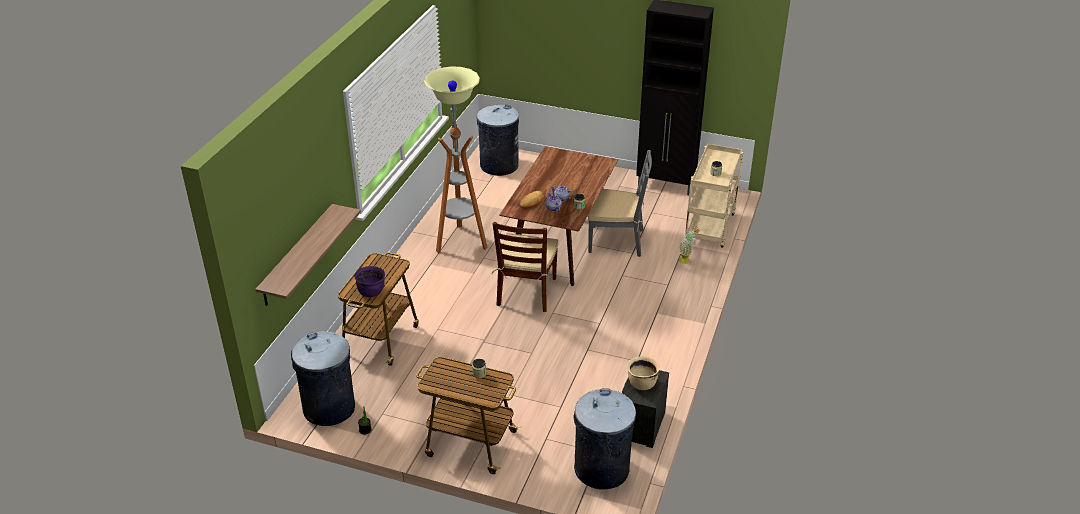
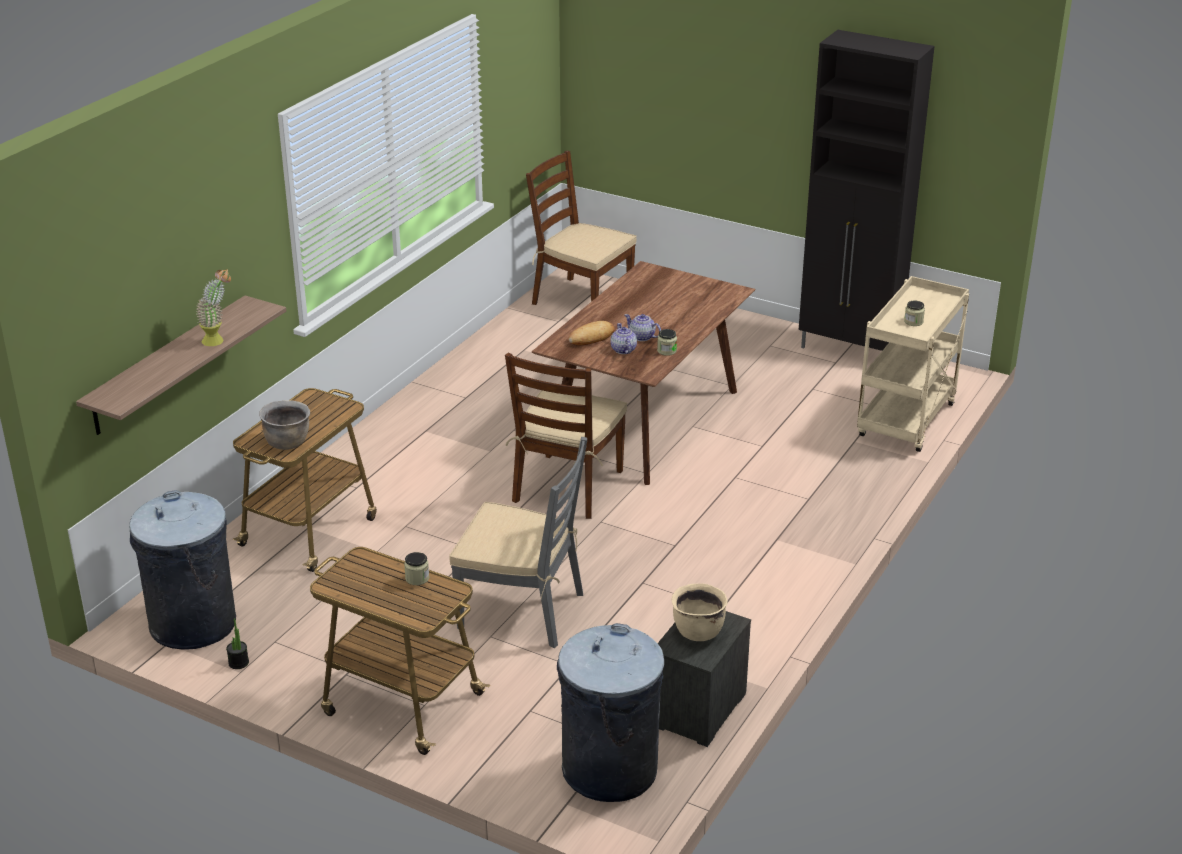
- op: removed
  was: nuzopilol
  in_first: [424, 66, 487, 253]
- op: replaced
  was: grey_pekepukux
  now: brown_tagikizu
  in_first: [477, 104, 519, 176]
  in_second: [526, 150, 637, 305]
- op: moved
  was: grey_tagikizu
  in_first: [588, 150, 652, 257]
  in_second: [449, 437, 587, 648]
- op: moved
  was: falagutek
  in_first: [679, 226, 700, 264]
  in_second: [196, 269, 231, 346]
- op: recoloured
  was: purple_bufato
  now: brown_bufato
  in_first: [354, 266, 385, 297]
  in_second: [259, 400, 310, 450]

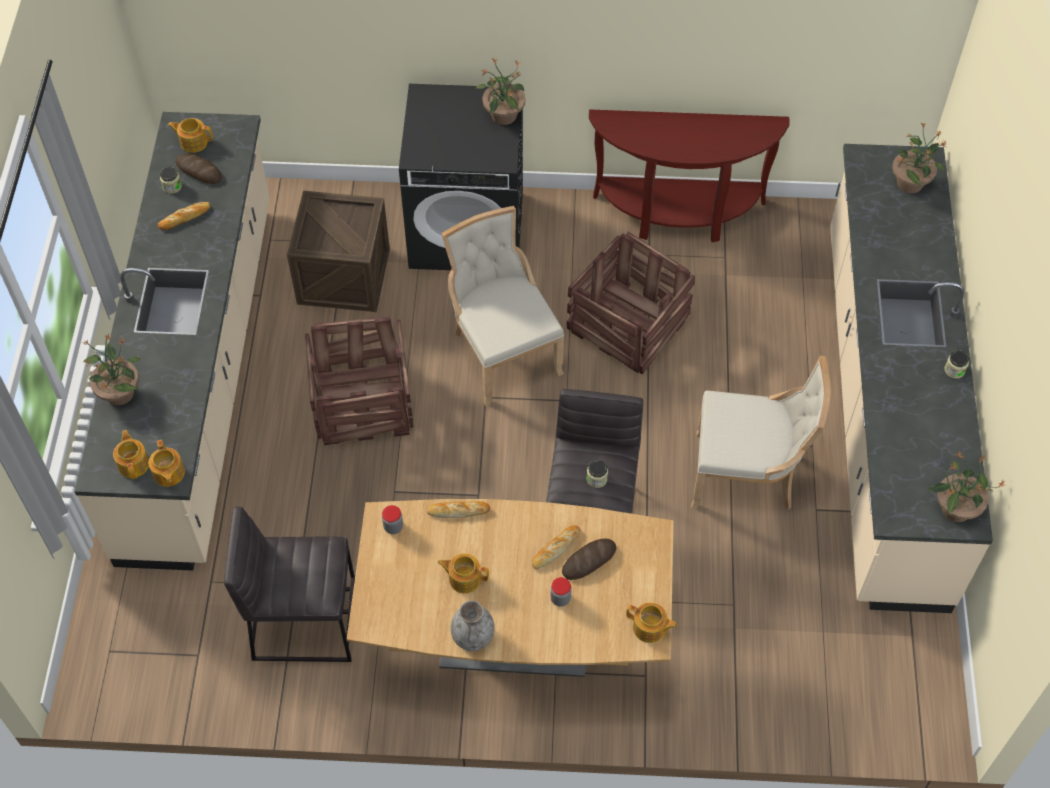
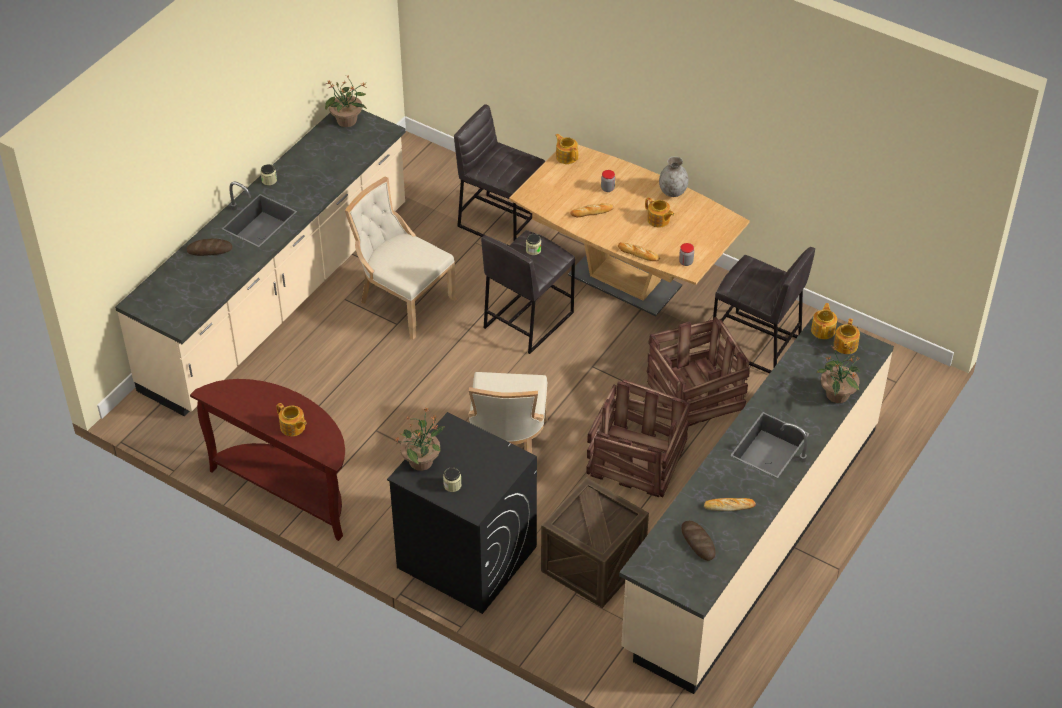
- op: moved
  was: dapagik
  in_first: [168, 118, 213, 153]
  in_second: [277, 403, 307, 436]
- op: removed
  was: falagutek
  in_first: [892, 122, 947, 193]
- op: moved
  was: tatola
  in_first: [160, 167, 182, 194]
  in_second: [443, 467, 462, 492]
- op: moved
  was: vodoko
  in_first: [567, 232, 695, 374]
  in_second: [646, 317, 750, 427]
- op: moved
  was: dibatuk
  in_first: [562, 539, 616, 580]
  in_second: [187, 239, 232, 256]
- op: added
  now: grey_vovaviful
  in_second: [454, 104, 545, 246]

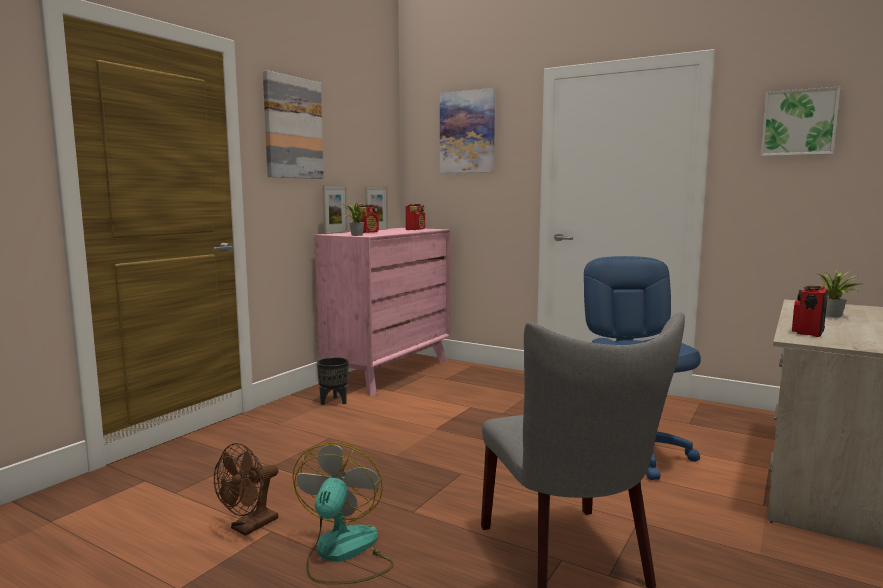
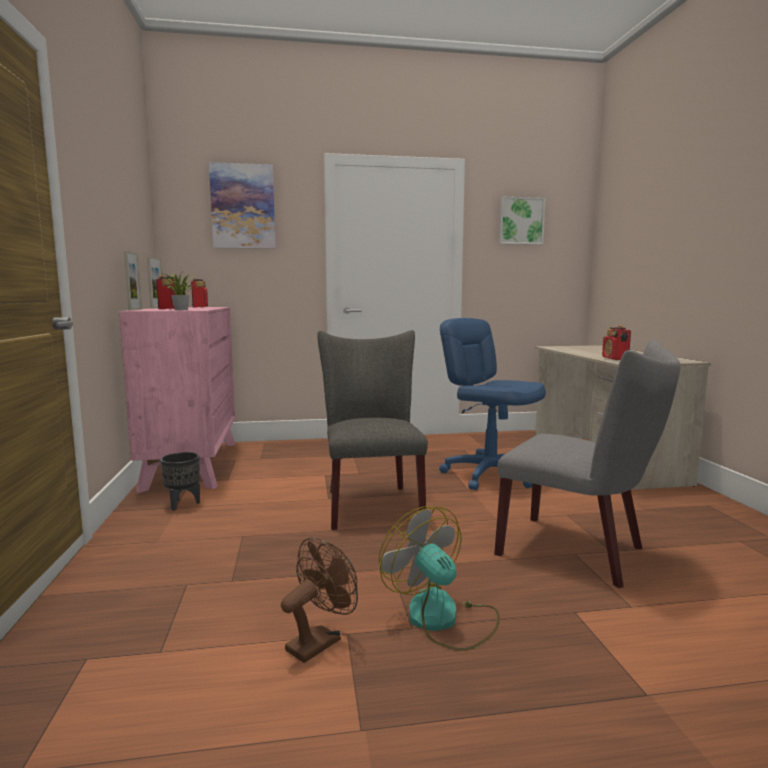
- op: removed
  was: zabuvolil
  in_first: [263, 70, 324, 179]
- op: removed
  was: falagutek
  in_first: [818, 269, 862, 317]
- op: turned
  was: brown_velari
  in_first: [214, 443, 278, 536]
  in_second: [281, 538, 358, 663]
  clockwise: -135
- op: added
  now: grey_tagikizu
  in_second: [317, 330, 428, 530]

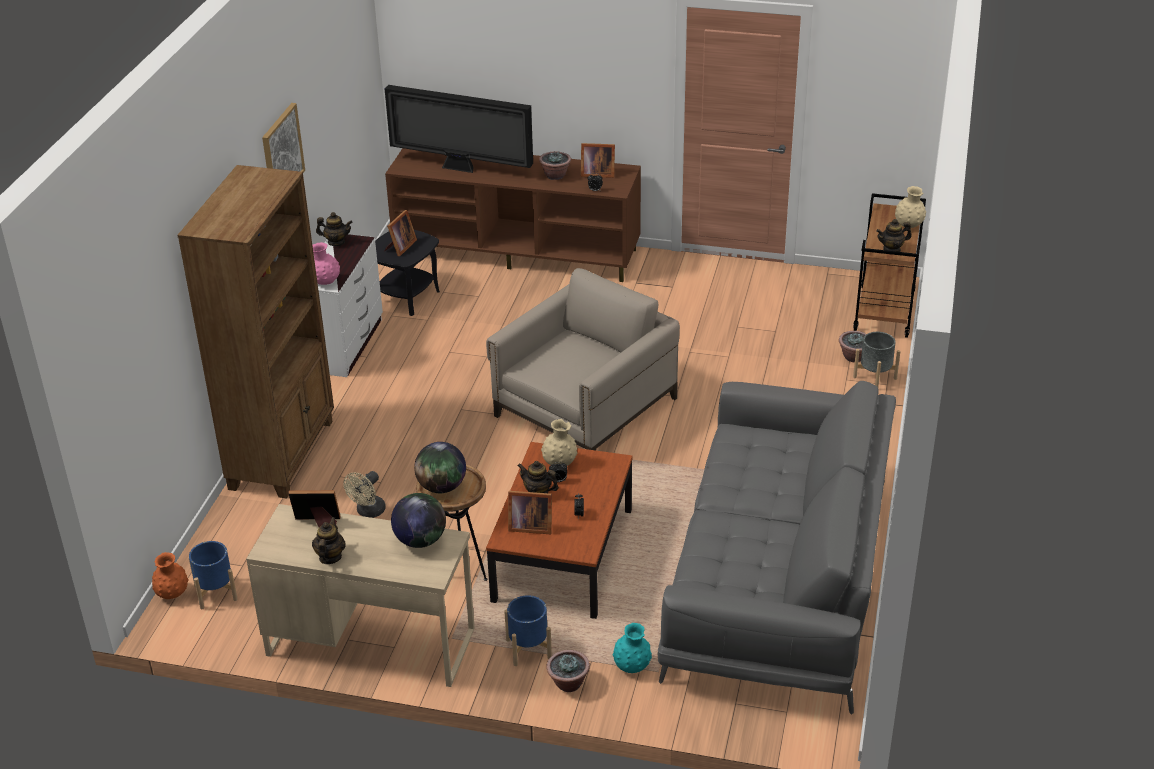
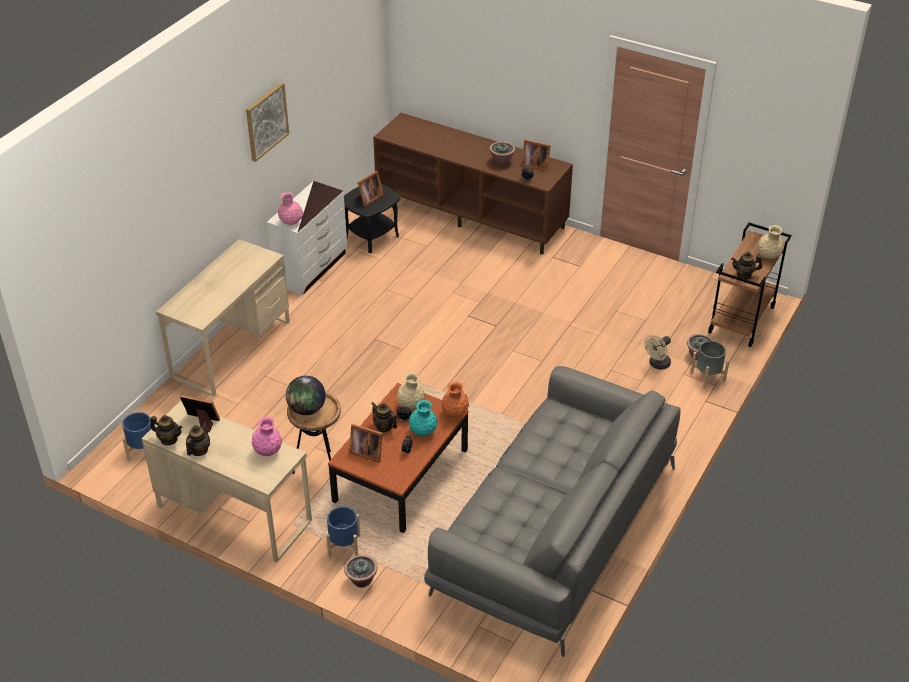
- op: removed
  was: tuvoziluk
  in_first: [385, 85, 533, 173]
- op: replaced
  was: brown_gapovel
  now: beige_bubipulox
  in_first: [177, 165, 334, 499]
  in_second: [156, 239, 290, 397]
- op: moved
  was: dapagik
  in_first: [316, 212, 353, 246]
  in_second: [150, 415, 182, 445]
- op: removed
  was: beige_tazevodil
  in_first: [486, 268, 680, 451]
- op: moved
  was: beige_velari
  in_first: [343, 471, 386, 518]
  in_second: [644, 335, 671, 370]
- op: replaced
  was: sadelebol
  now: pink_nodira
  in_first: [391, 493, 446, 548]
  in_second: [251, 417, 282, 456]
- op: moved
  was: orange_nodira
  in_first: [152, 552, 189, 599]
  in_second: [442, 382, 469, 417]
- op: moved
  was: turquoise_nodira
  in_first: [613, 623, 652, 673]
  in_second: [409, 400, 437, 437]

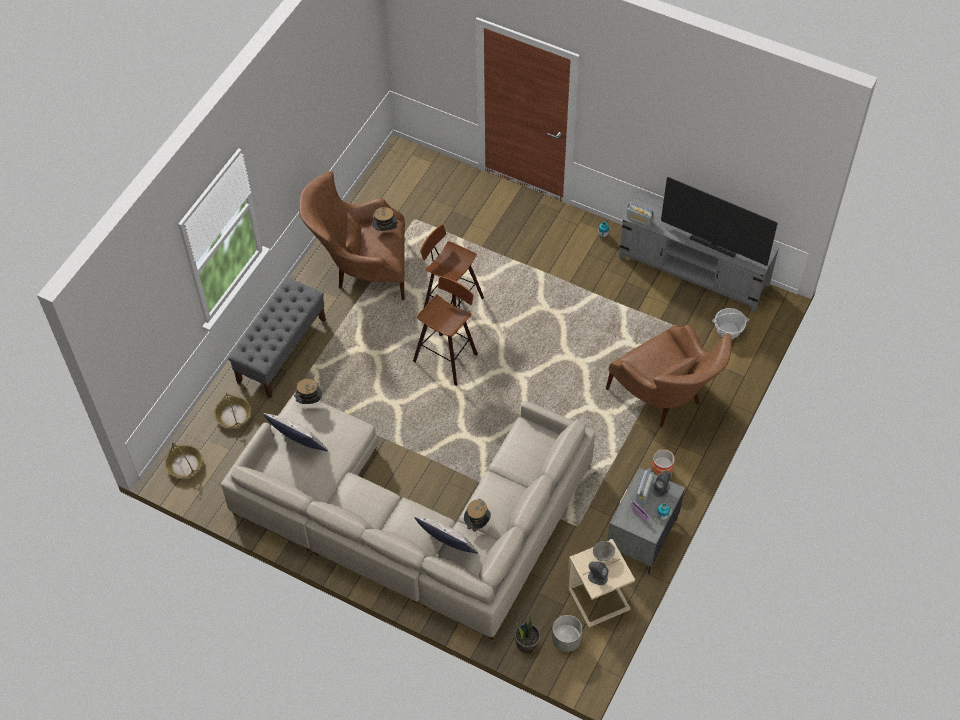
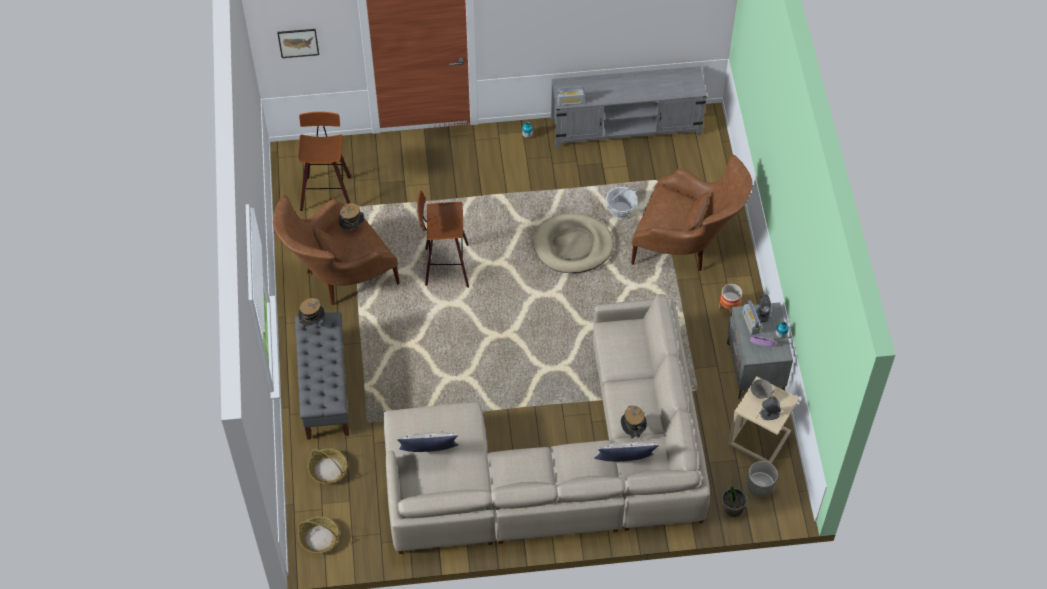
- op: removed
  was: tuvoziluk
  in_first: [661, 177, 778, 266]
- op: moved
  was: vovaviful
  in_first: [413, 276, 478, 386]
  in_second: [298, 112, 351, 211]
- op: moved
  was: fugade
  in_first: [712, 308, 749, 339]
  in_second: [605, 187, 638, 218]
- op: moved
  was: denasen
  in_first: [294, 379, 322, 404]
  in_second: [299, 298, 325, 327]
- op: added
  now: zabuvolil
  in_second: [277, 29, 319, 58]
- op: added
  now: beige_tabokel
  in_second: [533, 213, 613, 273]

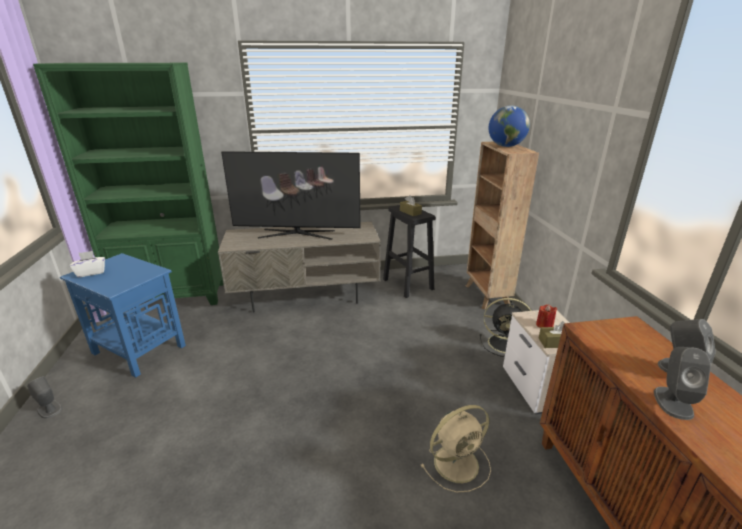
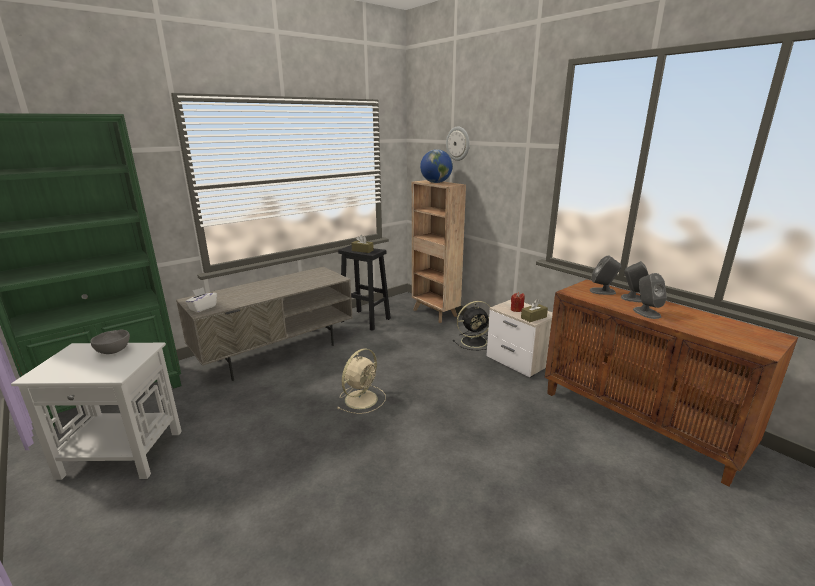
- op: removed
  was: tuvoziluk
  in_first: [221, 151, 361, 240]
- op: moved
  was: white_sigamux
  in_first: [70, 251, 105, 277]
  in_second: [185, 287, 217, 313]
- op: recoloured
  was: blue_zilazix
  now: white_zilazix
  in_first: [60, 253, 186, 378]
  in_second: [11, 343, 182, 480]
- op: moved
  was: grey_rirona
  in_first: [27, 376, 62, 419]
  in_second: [589, 255, 622, 295]
- op: moved
  was: beige_velari
  in_first: [421, 405, 491, 493]
  in_second: [337, 348, 386, 414]
- op: added
  now: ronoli
  in_second: [446, 126, 470, 161]
- op: added
  now: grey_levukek
  in_second: [90, 330, 130, 354]

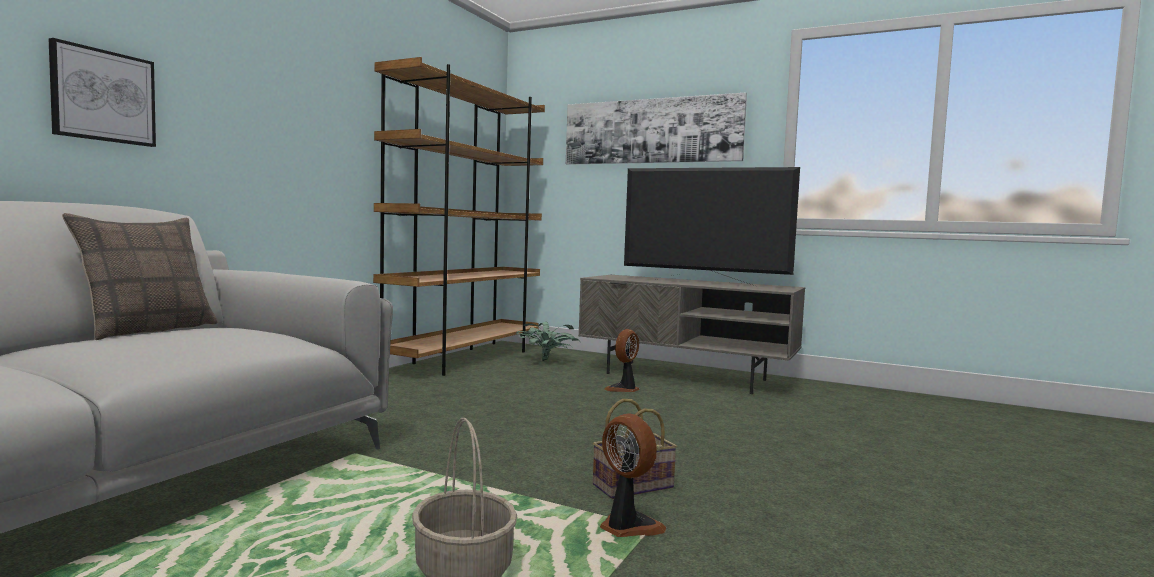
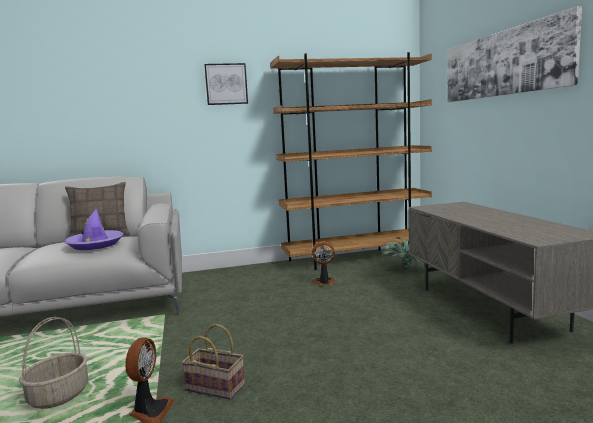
- op: moved
  was: zabuvolil
  in_first: [49, 38, 156, 147]
  in_second: [204, 63, 248, 105]
- op: removed
  was: tuvoziluk
  in_first: [624, 167, 800, 286]
- op: moved
  was: velari
  in_first: [604, 329, 639, 392]
  in_second: [311, 240, 335, 286]
- op: added
  now: purple_denasen
  in_second: [65, 209, 124, 250]

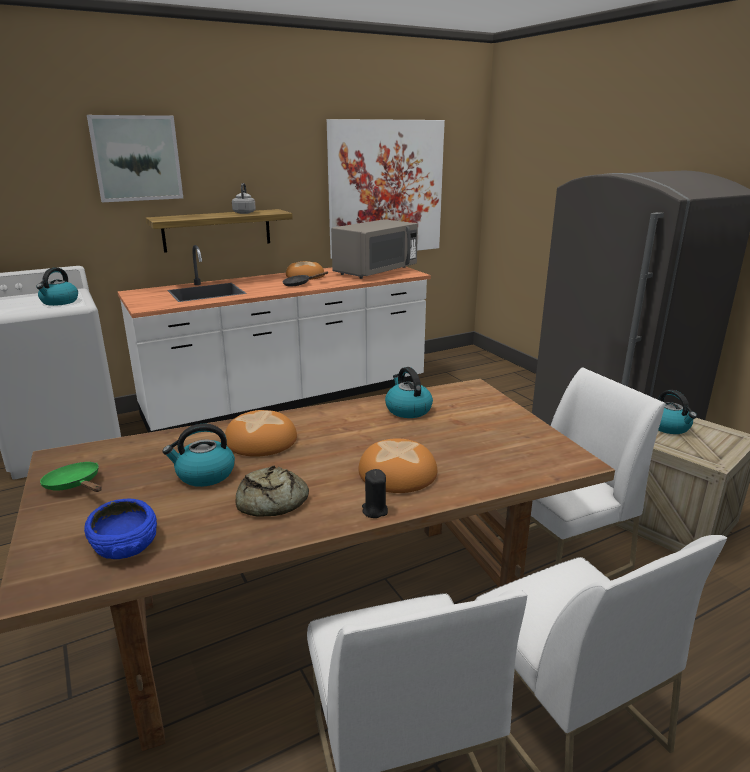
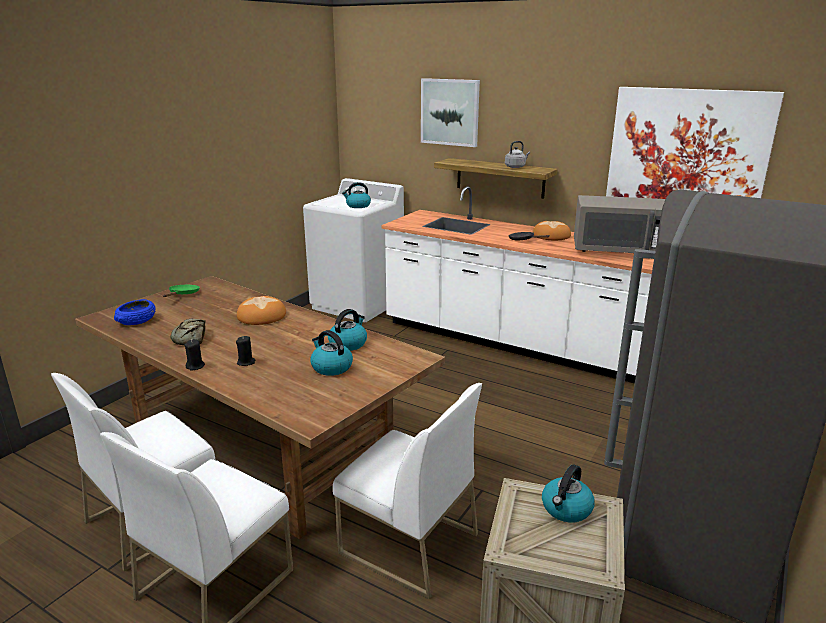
- op: moved
  was: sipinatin
  in_first: [162, 424, 235, 487]
  in_second: [310, 330, 353, 376]
- op: replaced
  was: dibatuk
  now: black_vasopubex
  in_first: [358, 438, 437, 493]
  in_second: [236, 336, 255, 366]

